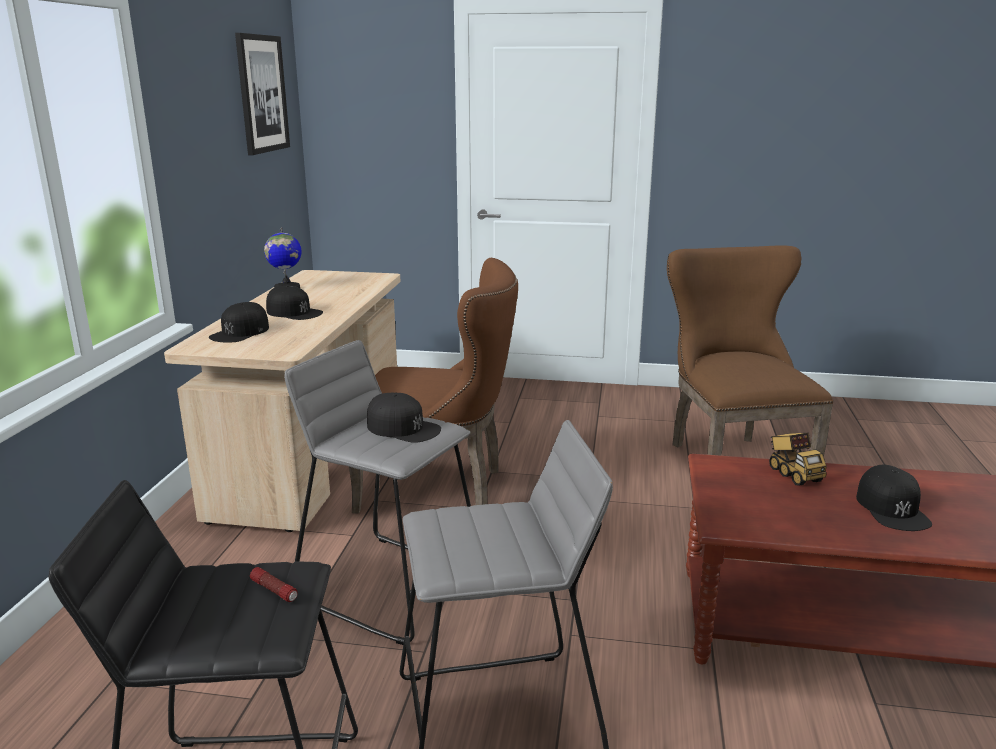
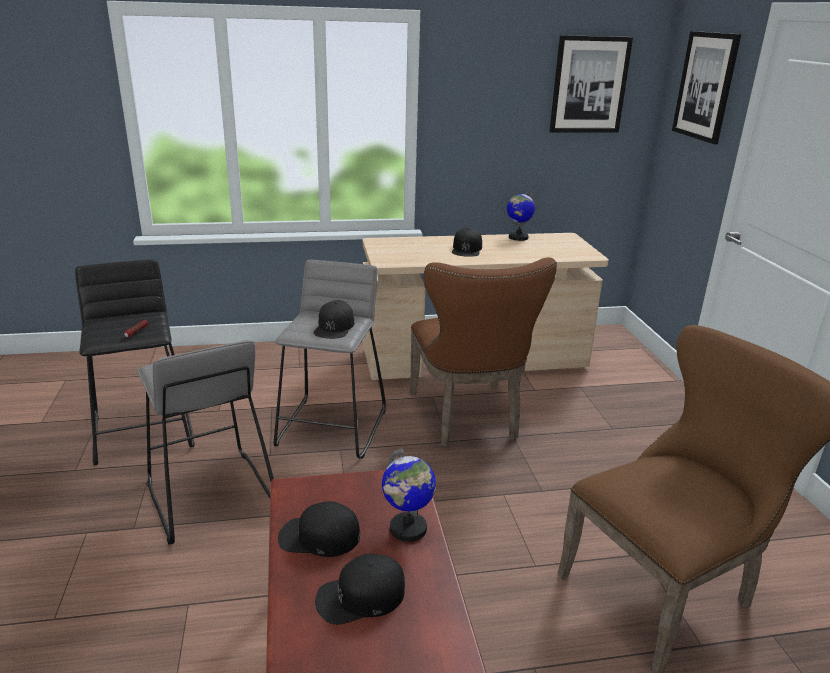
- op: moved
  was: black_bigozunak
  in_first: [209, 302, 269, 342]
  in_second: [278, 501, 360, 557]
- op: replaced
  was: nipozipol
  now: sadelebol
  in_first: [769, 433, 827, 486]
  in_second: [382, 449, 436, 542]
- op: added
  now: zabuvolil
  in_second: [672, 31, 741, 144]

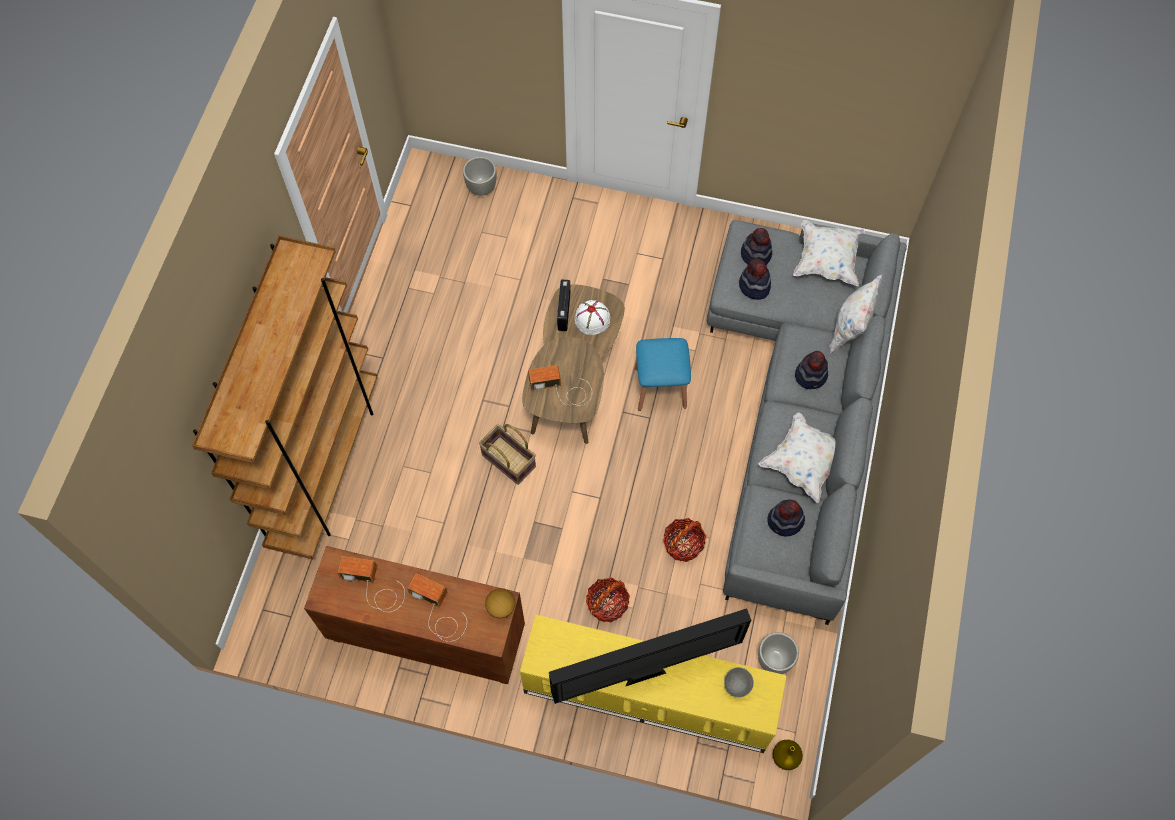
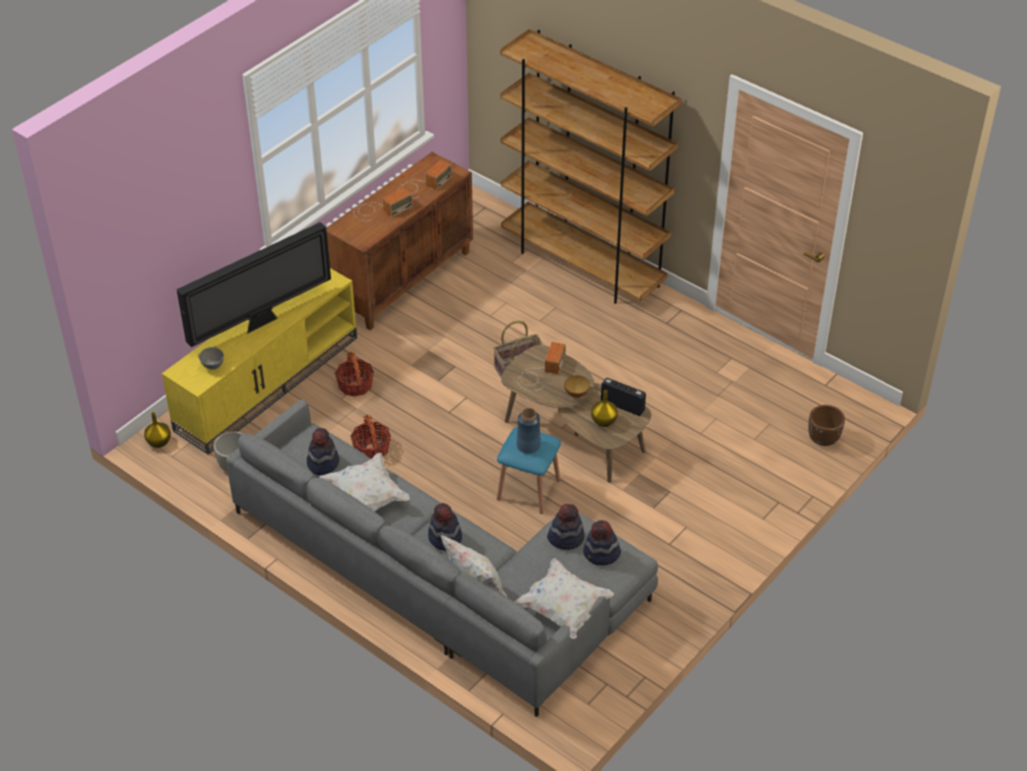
- op: recoloured
  was: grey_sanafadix
  now: brown_sanafadix
  in_first: [463, 157, 496, 196]
  in_second: [808, 405, 845, 446]
- op: replaced
  was: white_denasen
  now: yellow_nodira
  in_first: [574, 300, 610, 335]
  in_second: [591, 390, 618, 427]
- op: moved
  was: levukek
  in_first: [485, 588, 516, 618]
  in_second: [564, 375, 590, 398]
- op: turned
  was: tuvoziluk
  in_first: [549, 608, 751, 704]
  in_second: [177, 222, 331, 347]
  clockwise: -135
- op: added
  now: blue_nodira
  in_second: [516, 408, 541, 454]

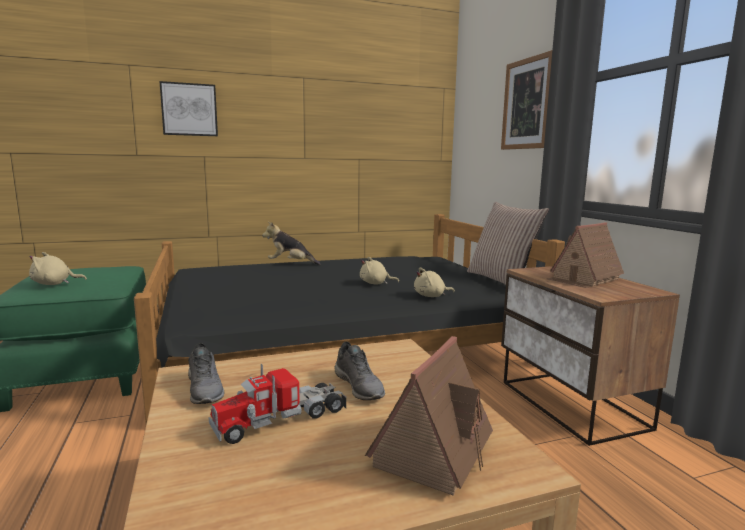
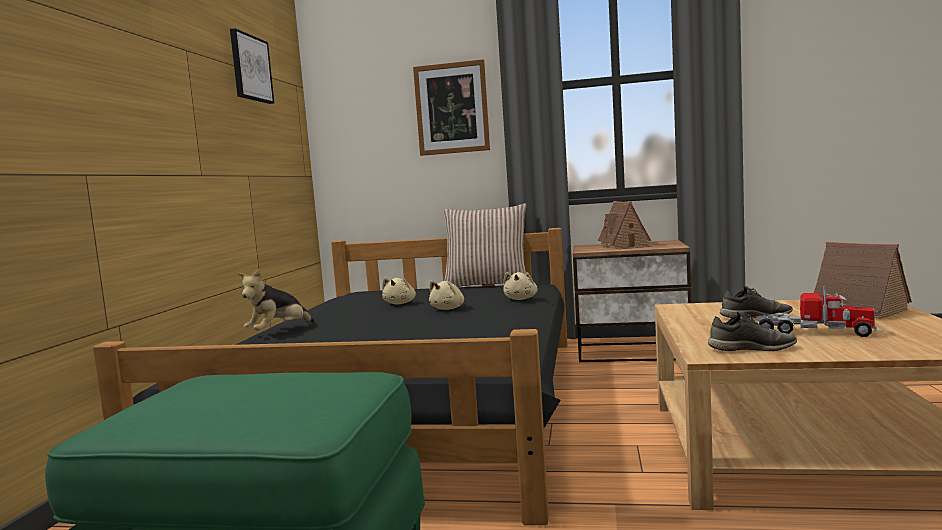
- op: moved
  was: zabuvolil
  in_first: [160, 81, 218, 136]
  in_second: [230, 28, 274, 104]
- op: moved
  was: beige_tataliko
  in_first: [29, 252, 87, 285]
  in_second: [382, 277, 416, 304]
- op: turned
  was: nipozipol
  in_first: [208, 364, 346, 444]
  in_second: [755, 285, 877, 337]
  clockwise: -60

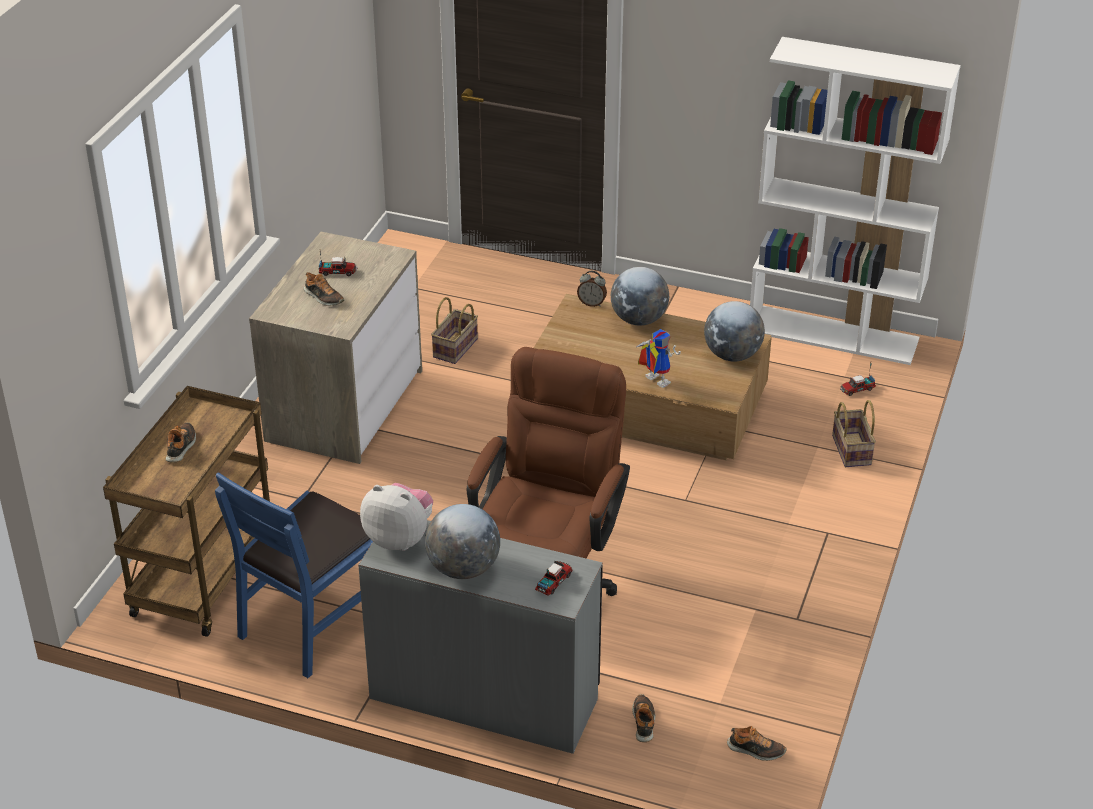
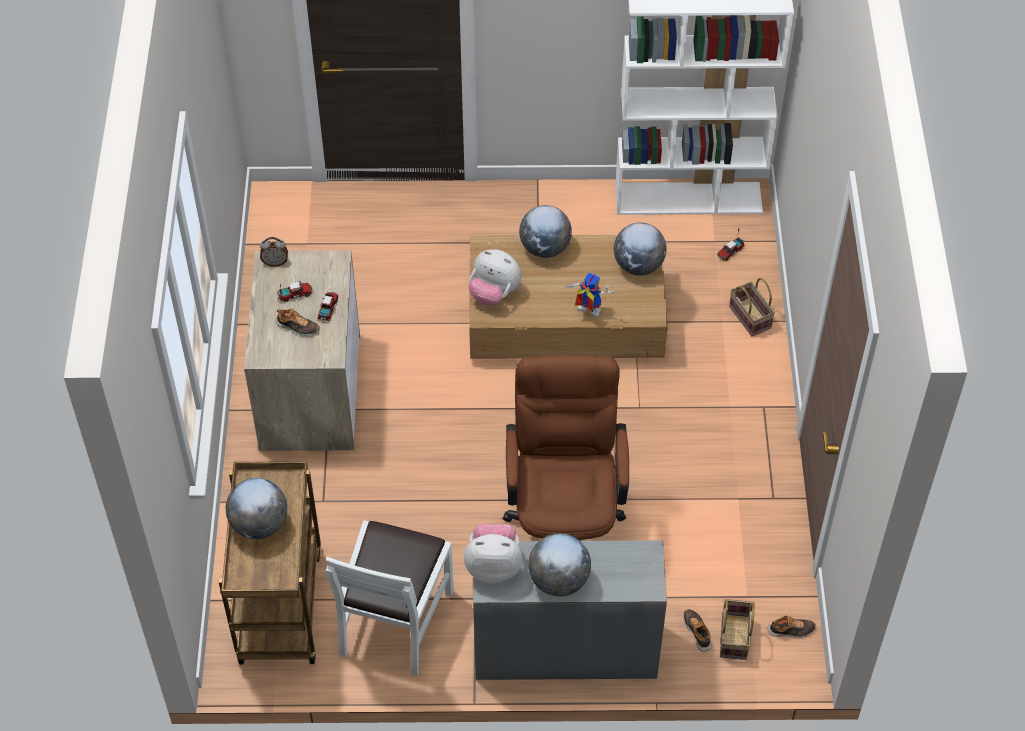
- op: moved
  was: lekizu
  in_first: [577, 271, 607, 307]
  in_second: [260, 237, 288, 267]
- op: moved
  was: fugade
  in_first: [431, 297, 478, 364]
  in_second: [720, 599, 755, 660]
- op: replaced
  was: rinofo
  now: sadelebol
  in_first: [166, 422, 196, 463]
  in_second: [226, 478, 287, 539]
- op: recoloured
  was: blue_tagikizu
  now: white_tagikizu
  in_first: [215, 472, 373, 678]
  in_second: [326, 520, 454, 677]
- op: moved
  was: nipozipol
  in_first: [535, 561, 573, 596]
  in_second: [318, 292, 338, 321]
- op: added
  now: tataliko
  in_second: [468, 249, 522, 306]

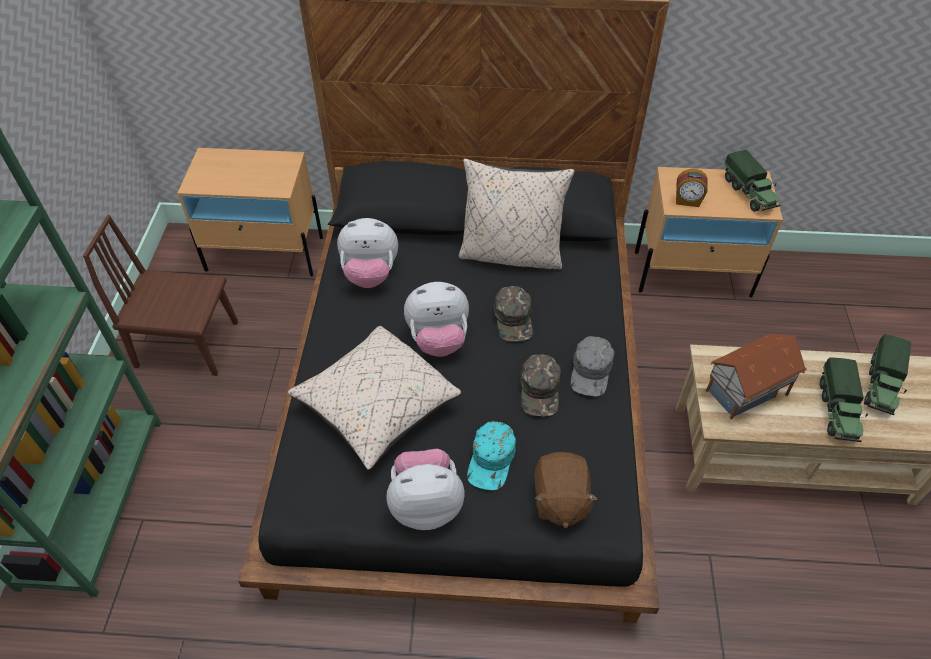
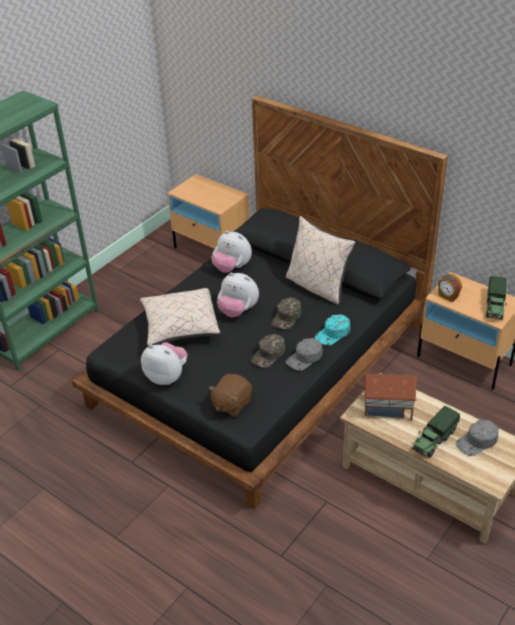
- op: removed
  was: brown_tagikizu
  in_first: [83, 215, 238, 376]
- op: replaced
  was: nipozipol
  now: grey_bigozunak
  in_first: [864, 334, 911, 415]
  in_second: [456, 420, 499, 456]
- op: moved
  was: turquoise_bigozunak
  in_first: [467, 421, 516, 490]
  in_second: [315, 314, 350, 345]

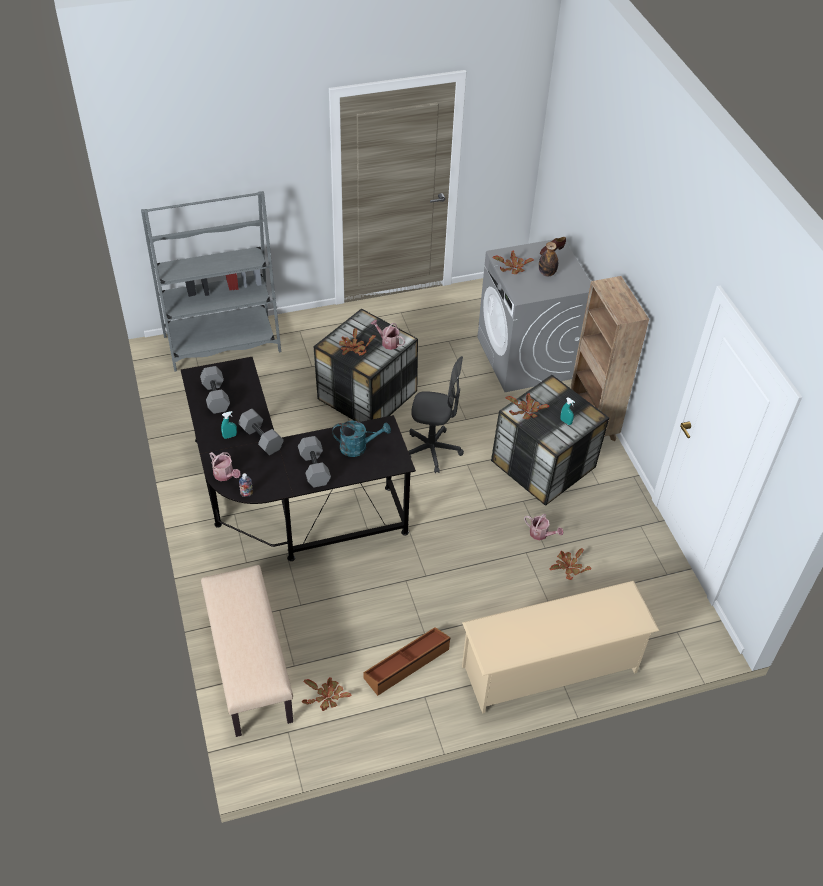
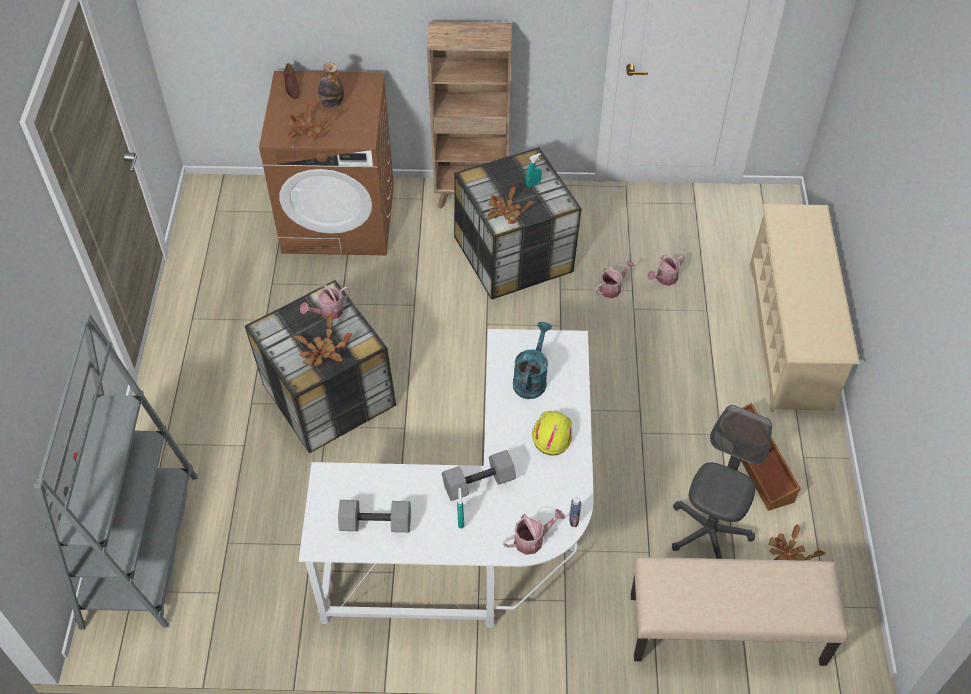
- op: recoloured
  was: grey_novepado
  now: brown_novepado
  in_first: [477, 239, 591, 392]
  in_second: [259, 71, 394, 255]
- op: moved
  was: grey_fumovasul
  in_first: [408, 356, 464, 473]
  in_second: [672, 405, 772, 559]
- op: recoloured
  was: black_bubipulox
  now: white_bubipulox
  in_first: [181, 357, 416, 561]
  in_second: [299, 329, 594, 628]
- op: replaced
  was: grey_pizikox
  now: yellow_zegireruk
  in_first: [298, 436, 331, 487]
  in_second: [532, 411, 572, 456]
- op: replaced
  was: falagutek
  now: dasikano
  in_first: [550, 548, 592, 580]
  in_second: [647, 254, 684, 286]

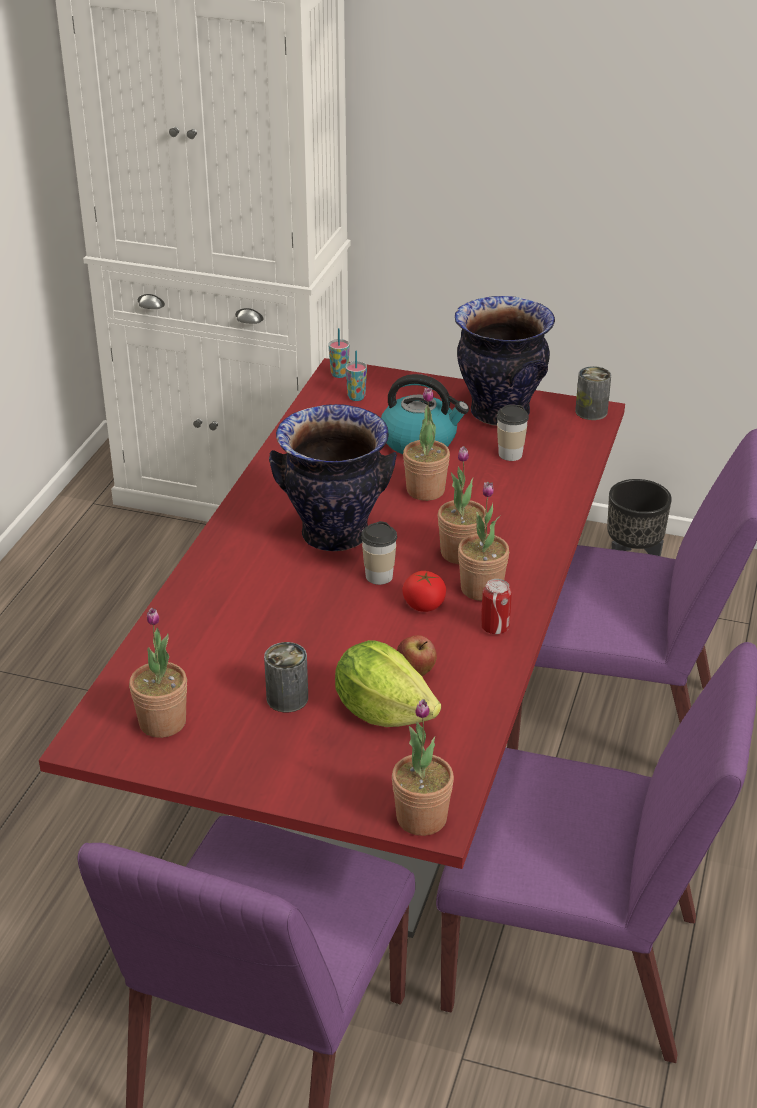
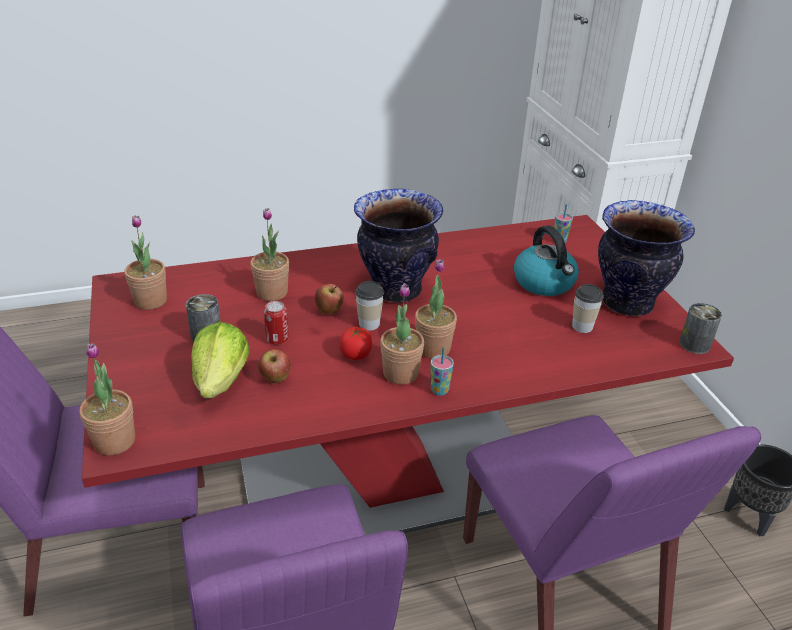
- op: moved
  was: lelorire
  in_first: [328, 328, 350, 378]
  in_second: [431, 347, 454, 396]
- op: moved
  was: falagutek
  in_first: [403, 388, 450, 501]
  in_second: [250, 208, 289, 301]
- op: moved
  was: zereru
  in_first: [481, 579, 512, 634]
  in_second: [264, 301, 289, 345]
- op: added
  now: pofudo
  in_second: [315, 284, 344, 314]

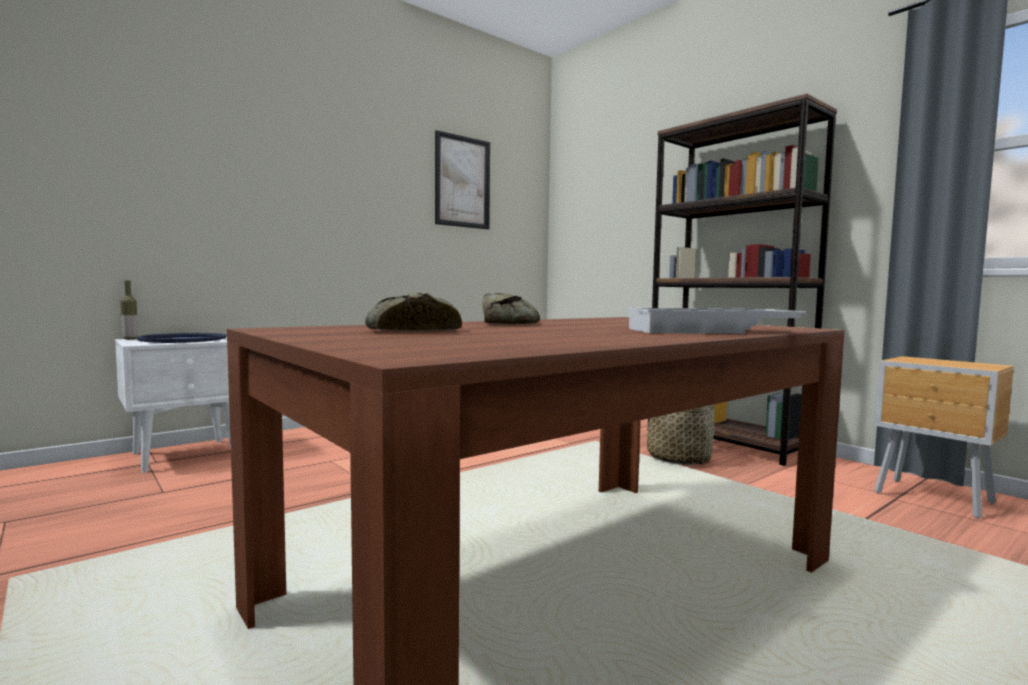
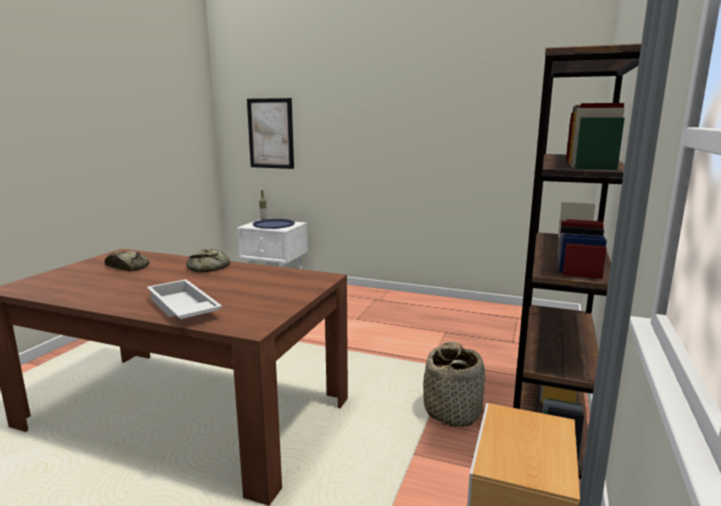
- op: moved
  was: zabuvolil
  in_first: [435, 130, 490, 229]
  in_second: [247, 98, 294, 169]

